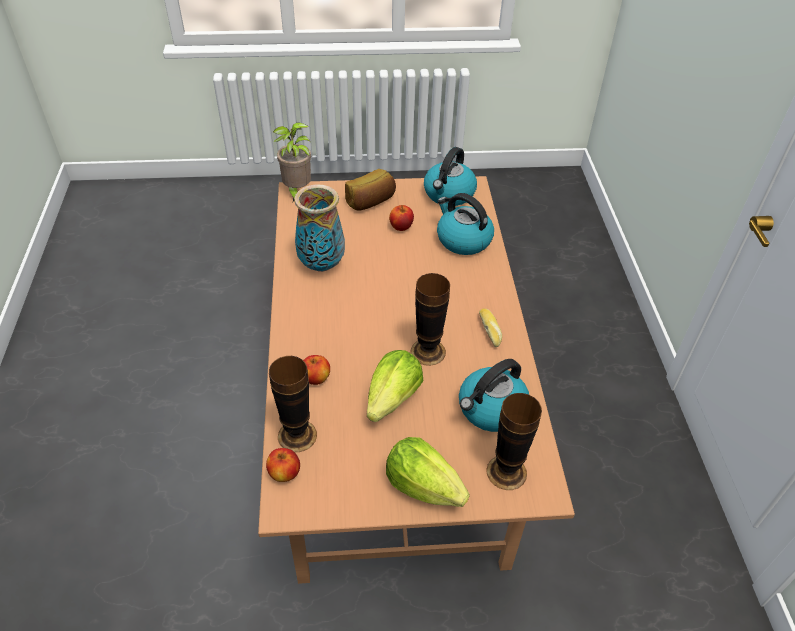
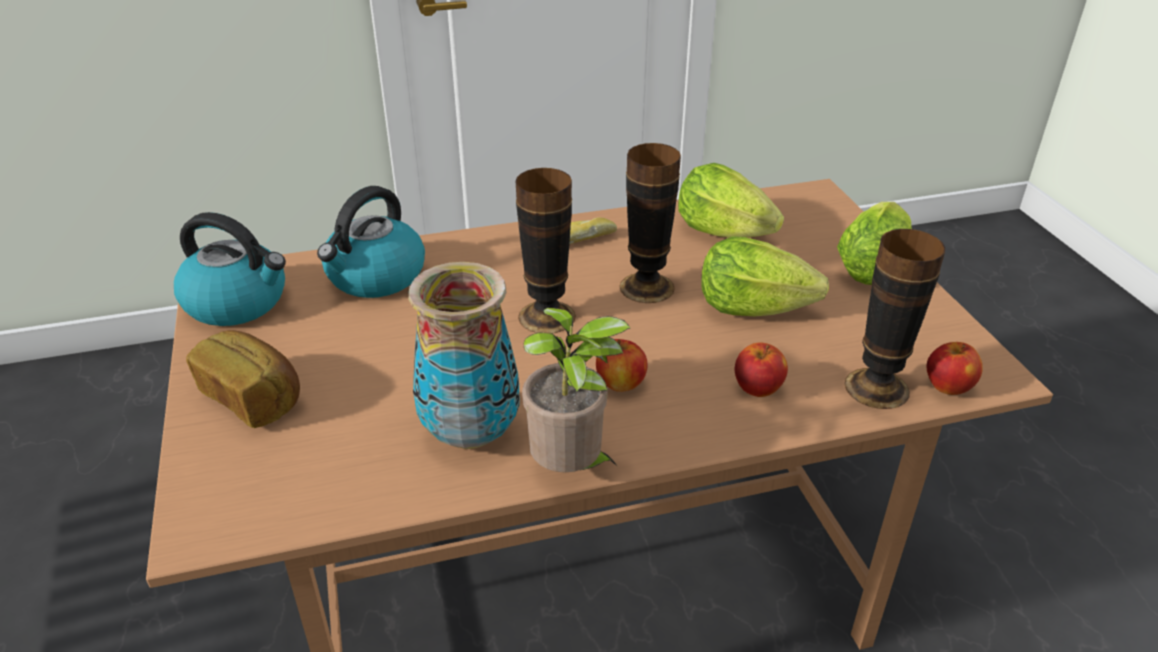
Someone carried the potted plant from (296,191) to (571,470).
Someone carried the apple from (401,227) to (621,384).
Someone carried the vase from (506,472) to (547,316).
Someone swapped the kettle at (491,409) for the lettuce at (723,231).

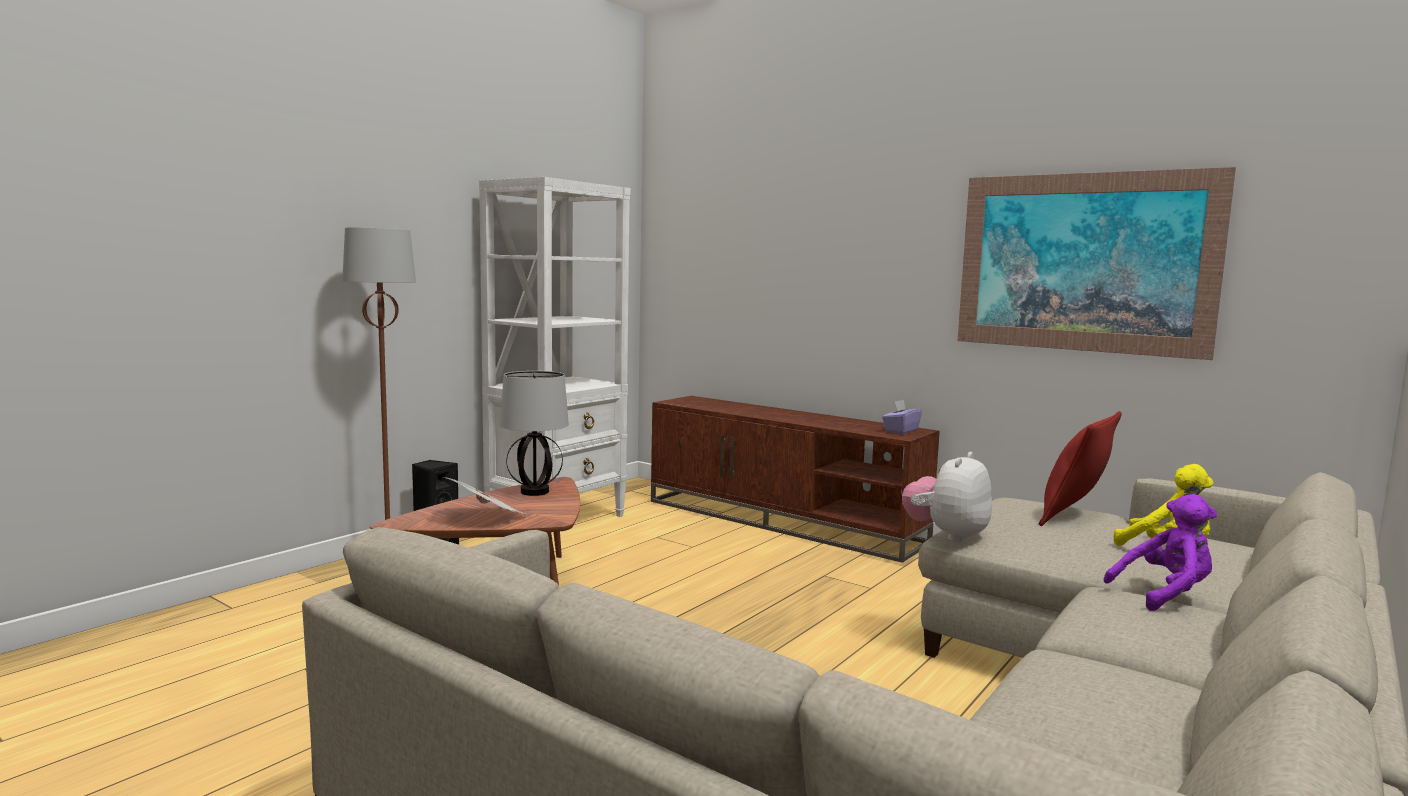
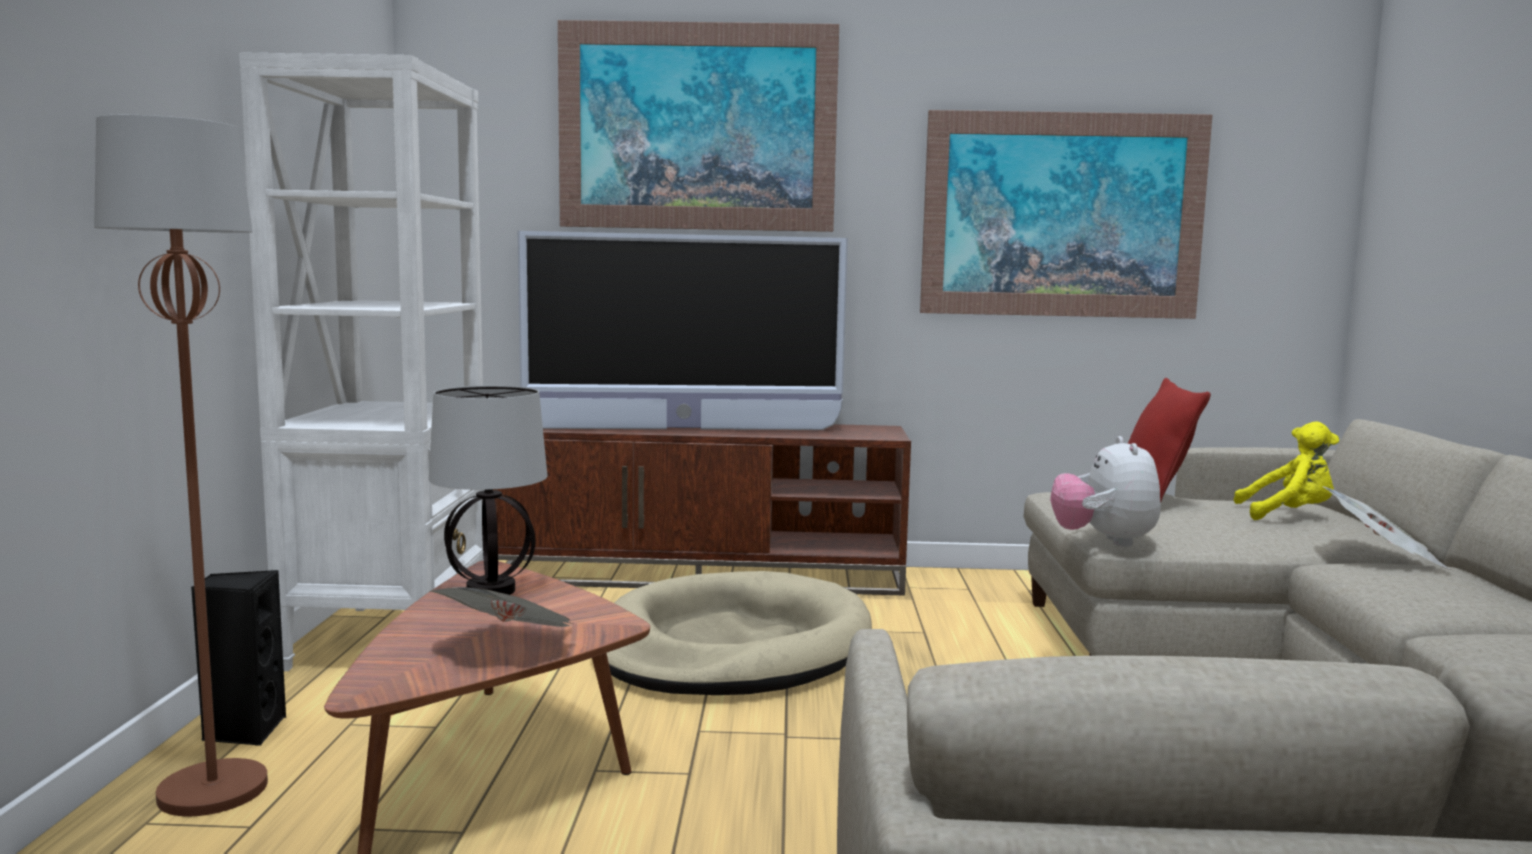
Someone took away the tissue box (purple) at (900,431).
Someone put down the television at (683,429).
Someone put up the picture at (697,127).
Someone put down the dog bed (beige) at (732,647).
Someone swapped the plush toy (purple) at (1165,595) for the newspaper at (1383,558).

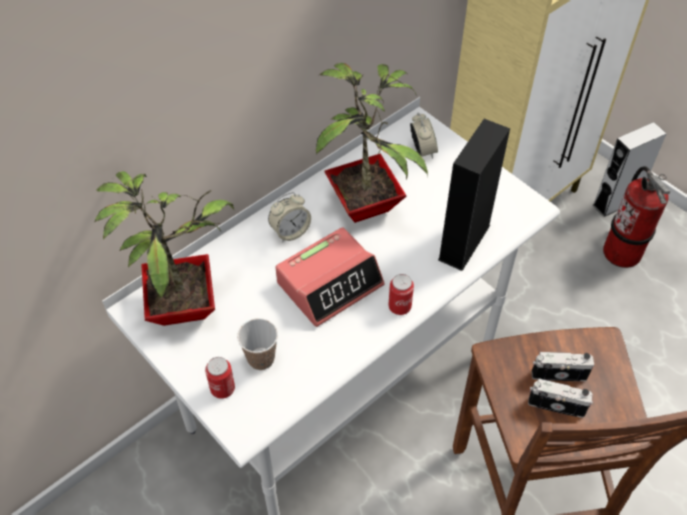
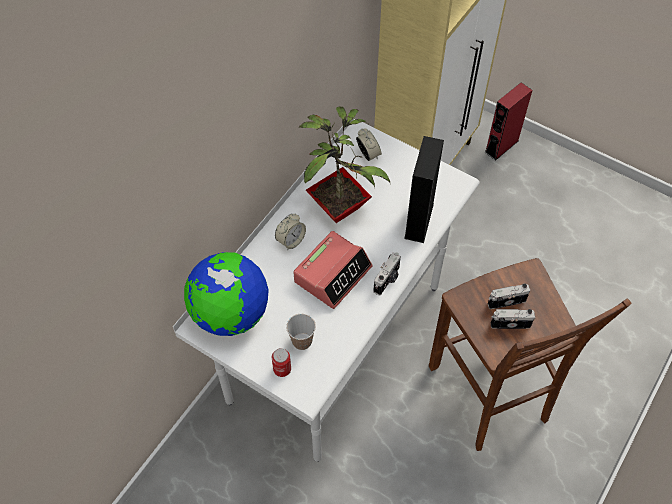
Someone took away the fire extinguisher at (622,252).
Someone swapped the potted plant at (182,303) for the globe at (230,314).
Someone swapped the can at (399,306) for the photo camera at (387,280).
Someone repainted the speaker (grey) at (615,202), which became the speaker (red) at (501,146).

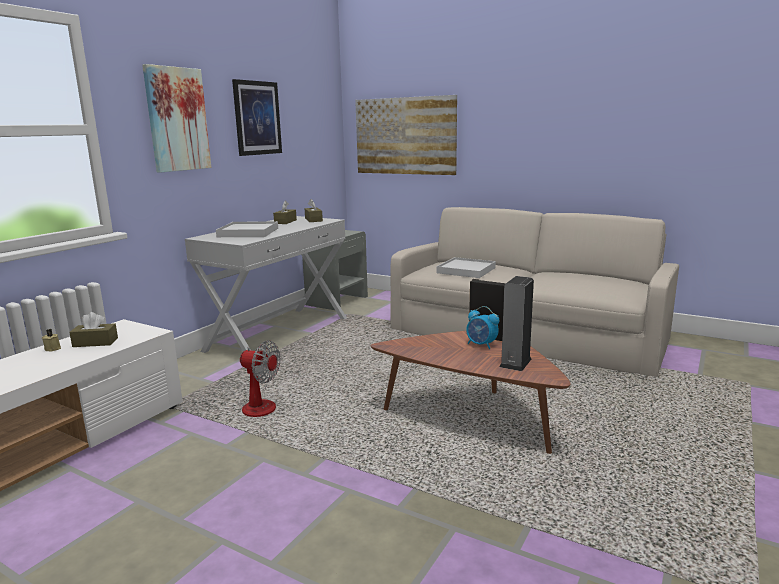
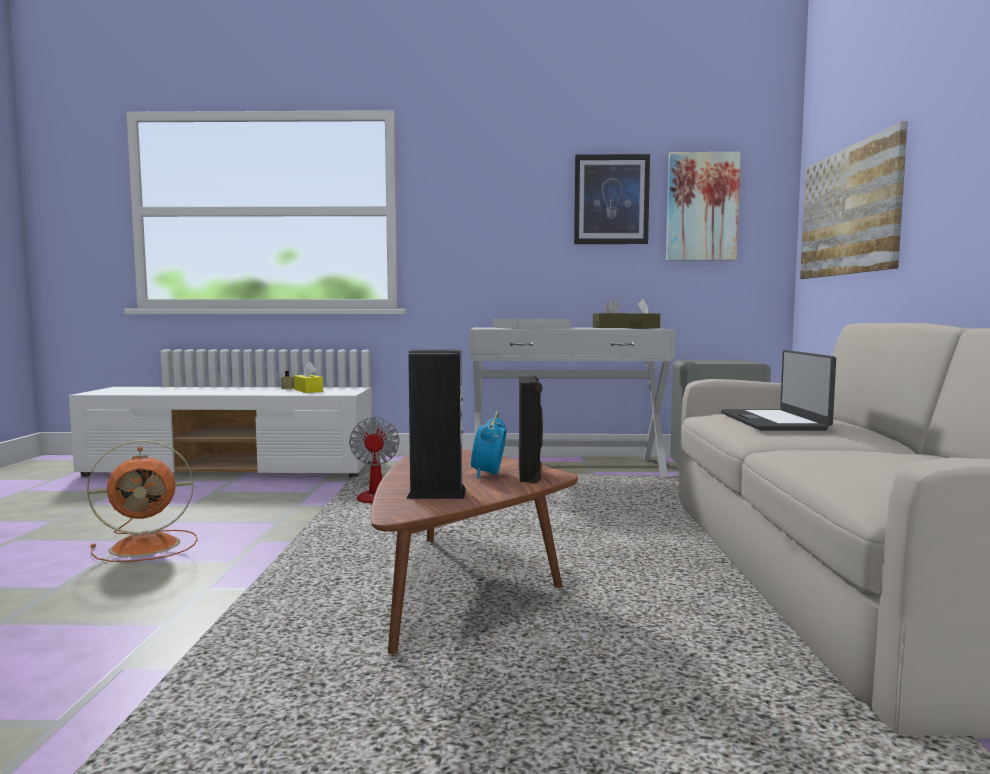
Someone put down the fan (orange) at (148,546).
Someone carried the picture from (177,119) to (701,207).
Someone swapped the tray (white) at (466,270) for the laptop at (774,421).
Someone repainted the tissue box (brown) at (95,342), which became the tissue box (yellow) at (308,390).

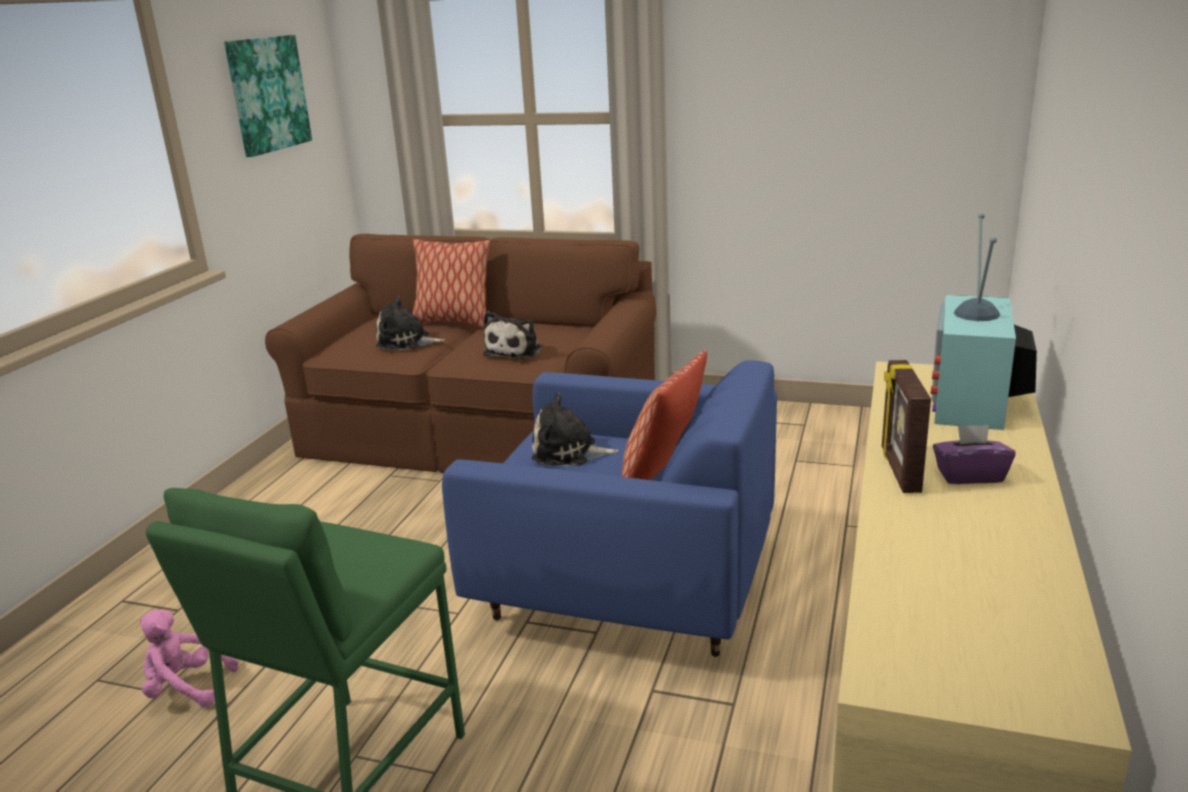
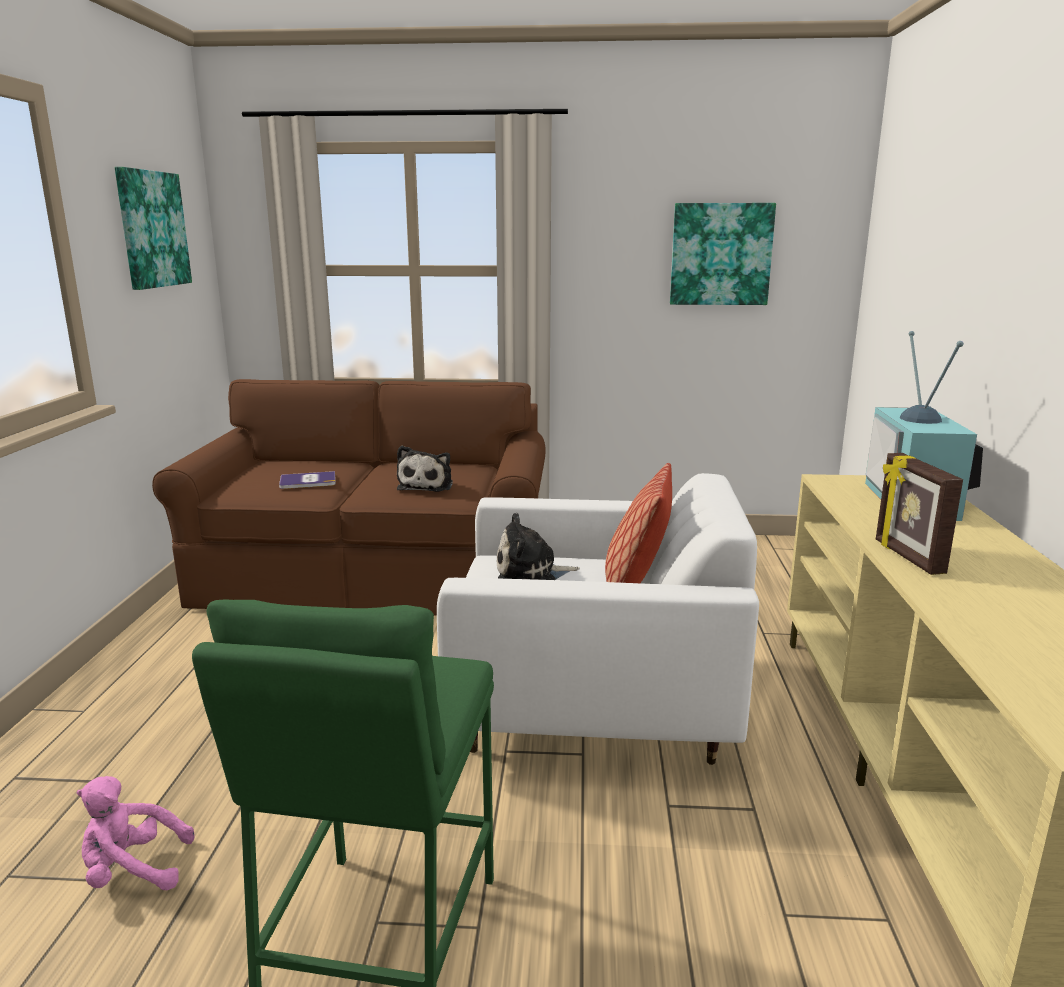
Someone took away the pillow at (453,322).
Someone took away the tissue box (purple) at (969,476).
Someone put up the picture at (720,254).
Someone swapped the plush toy at (406,342) for the book at (308,481).
Someone repainted the armchair (blue) at (627,587), which became the armchair (white) at (592,706).

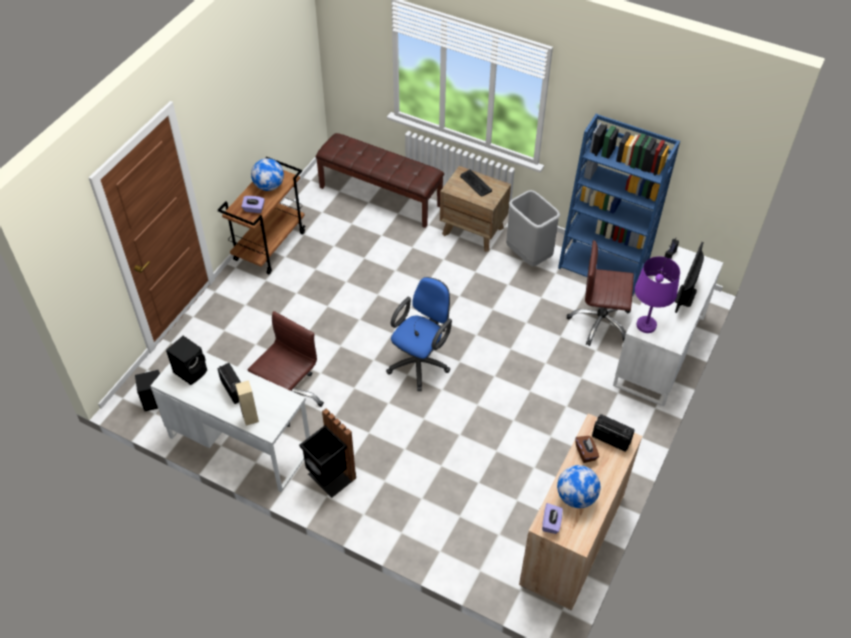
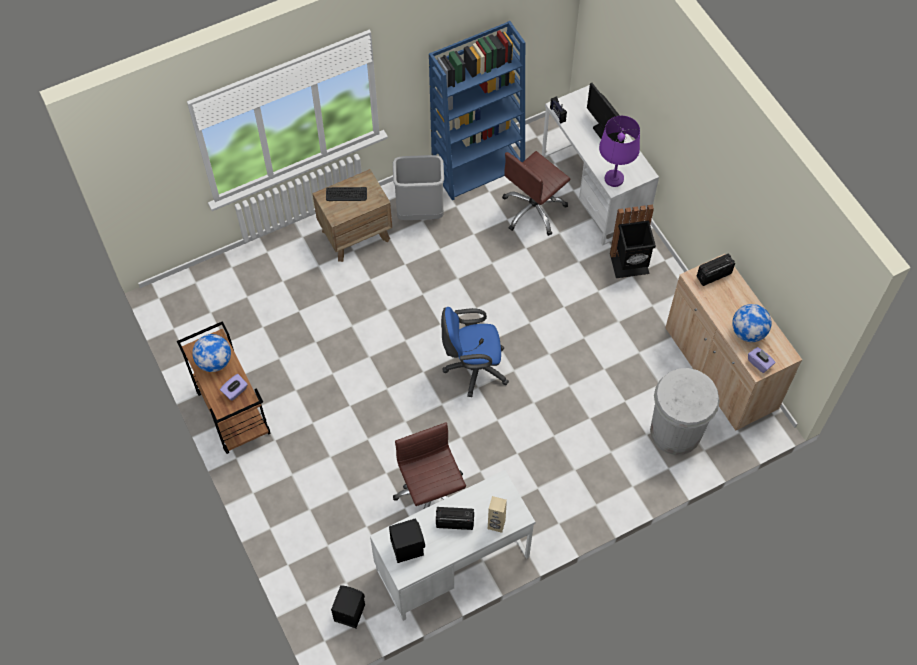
Someone took away the bench (brown) at (381,196).
Someone took away the tissue box (brown) at (586,453).
Someone put down the trash can (white) at (675,431).
Someone carried the trash can (black) from (330,477) to (630,265).
Someone rotated the office chair (blue) at (421,362) by 75 degrees counterclockwise.

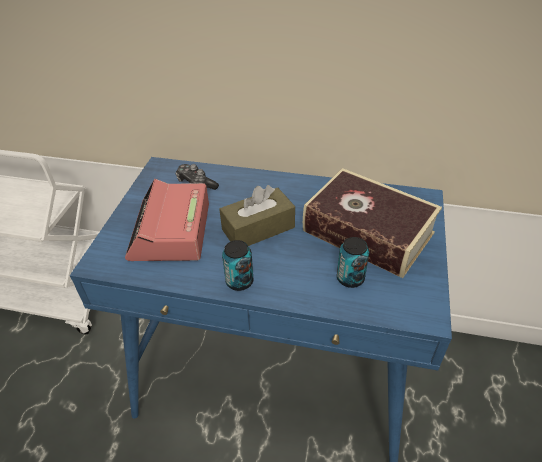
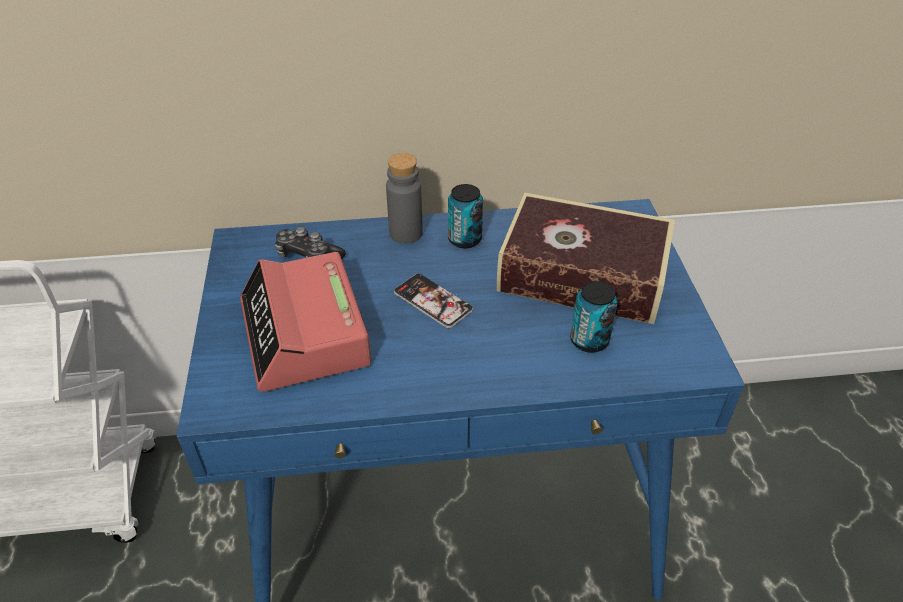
Someone put down the bottle (grey) at (406,233).
Someone carried the can from (239,281) to (464,239).
Someone swapped the tissue box (brown) at (258,228) for the phone at (433,301).

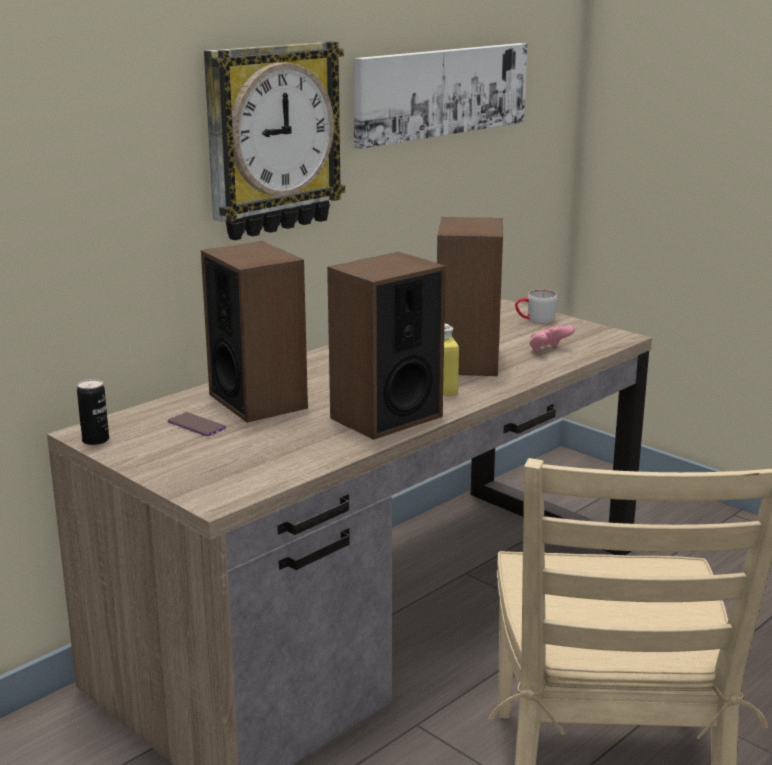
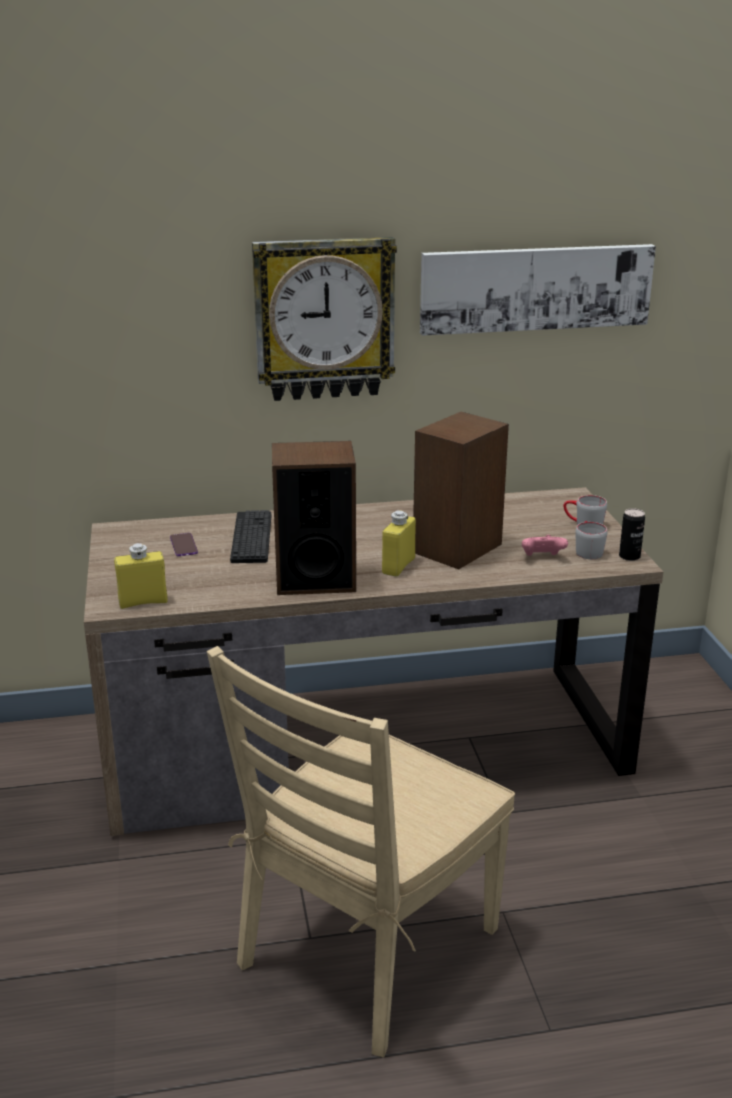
Someone put down the bottle (yellow) at (143,602).
Someone put down the mug (grey) at (587,550).
Someone carried the can from (95,440) to (629,556).
Someone swapped the speaker at (258,401) for the keyboard at (251,538).

